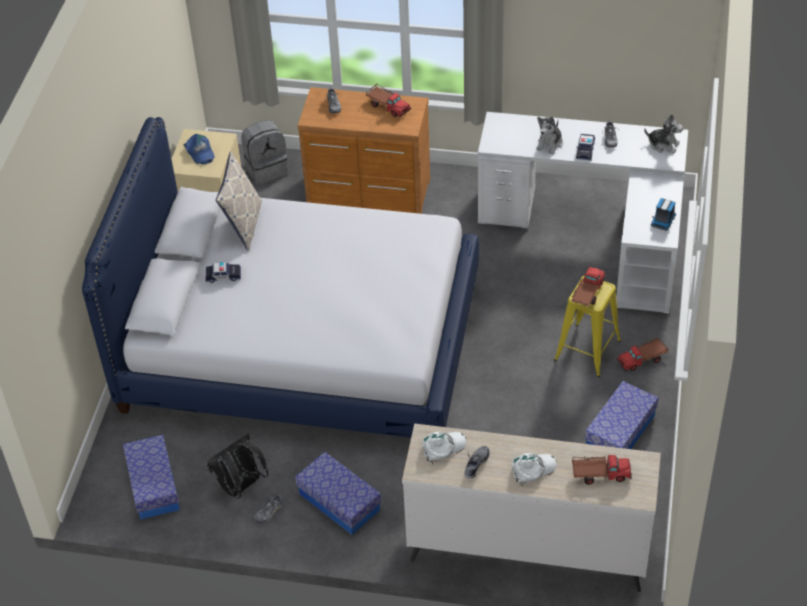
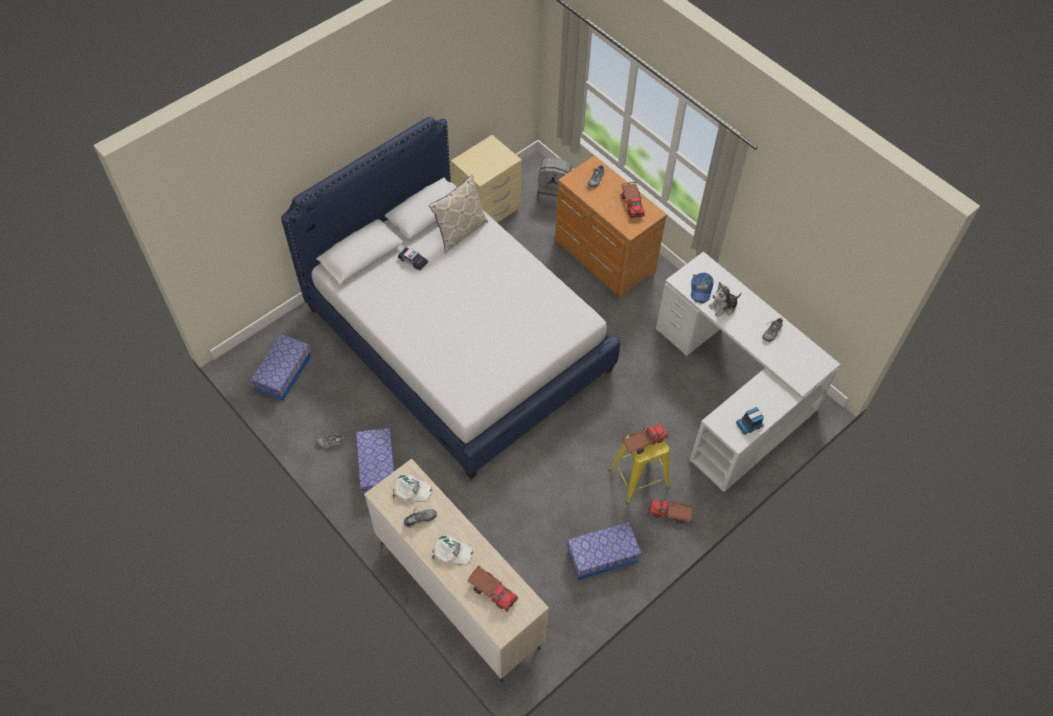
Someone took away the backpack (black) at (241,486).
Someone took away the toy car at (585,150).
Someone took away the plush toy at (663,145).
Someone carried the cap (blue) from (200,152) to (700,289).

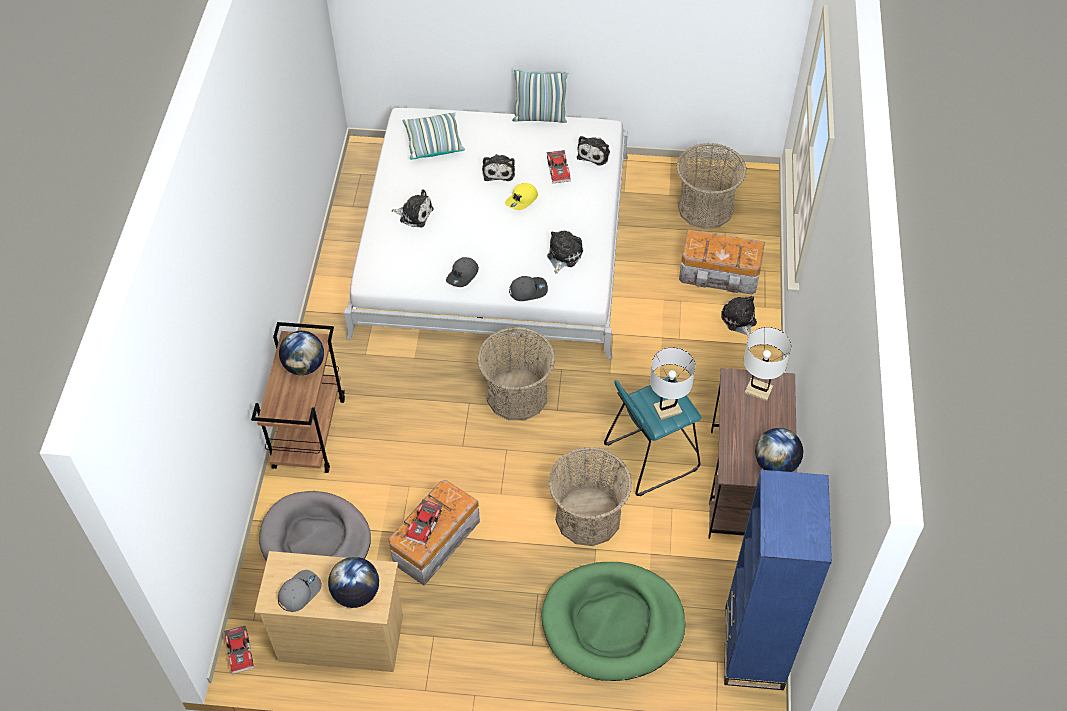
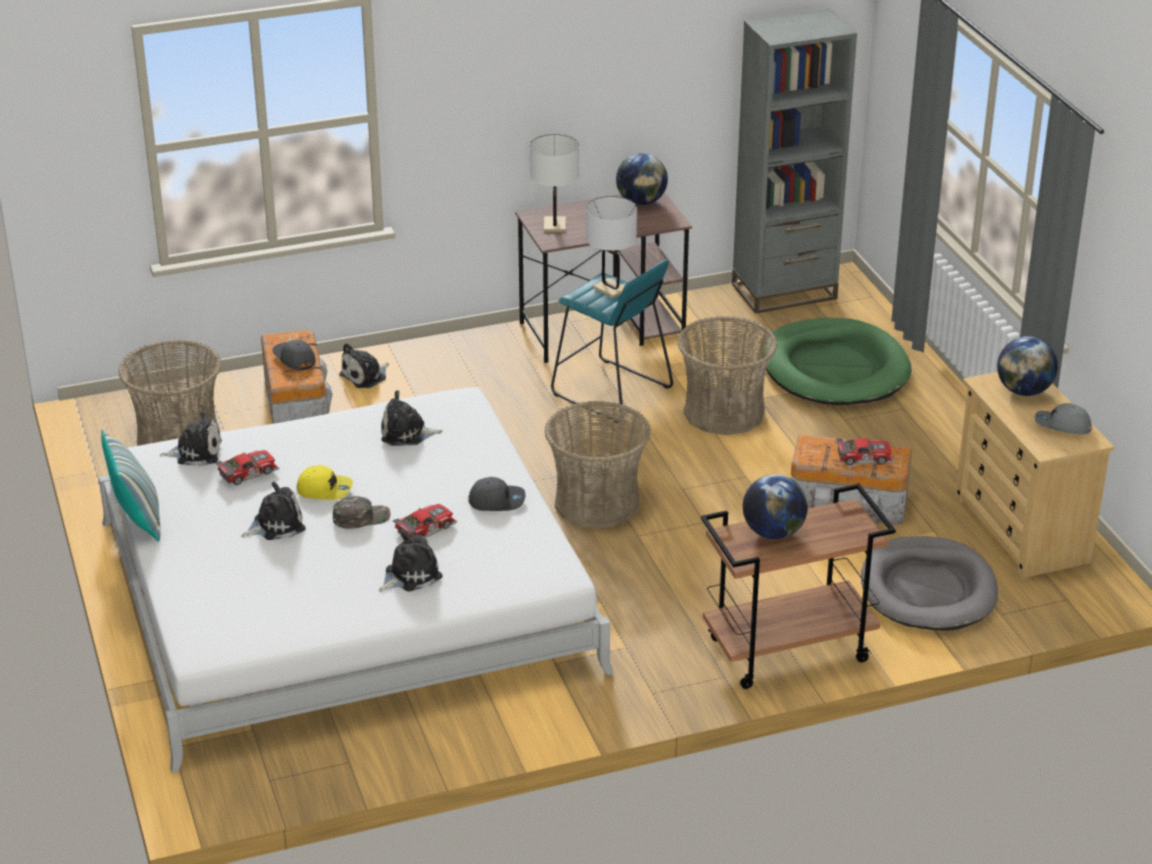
Someone took away the pillow at (433,143).
Someone put down the cap (green) at (361,517).
Someone carried the toy car from (241,651) to (424,527).
Someone carried the cap (grey) from (528,290) to (294,358).
Someone repainted the bookcase (blue) at (753,648), which became the bookcase (grey) at (784,291).
Someone rotated the plush toy at (414,214) by 60 degrees clockwise.

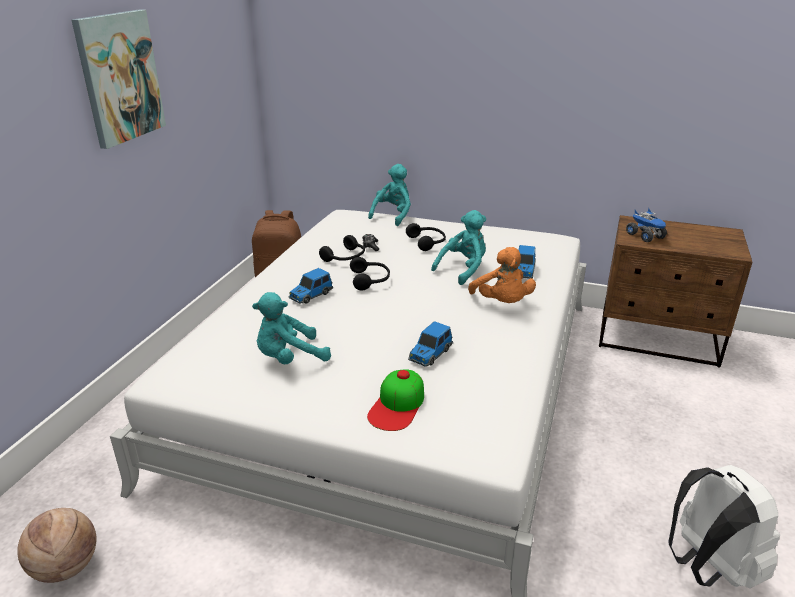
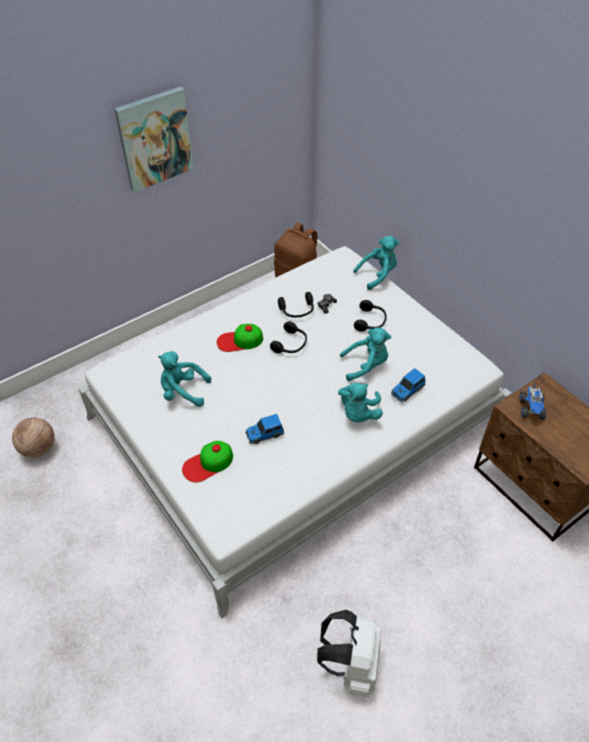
Someone swapped the toy car at (310,295) for the cap at (239,341).
Someone repainted the plush toy (orange) at (502,303), which became the plush toy (turquoise) at (358,413).

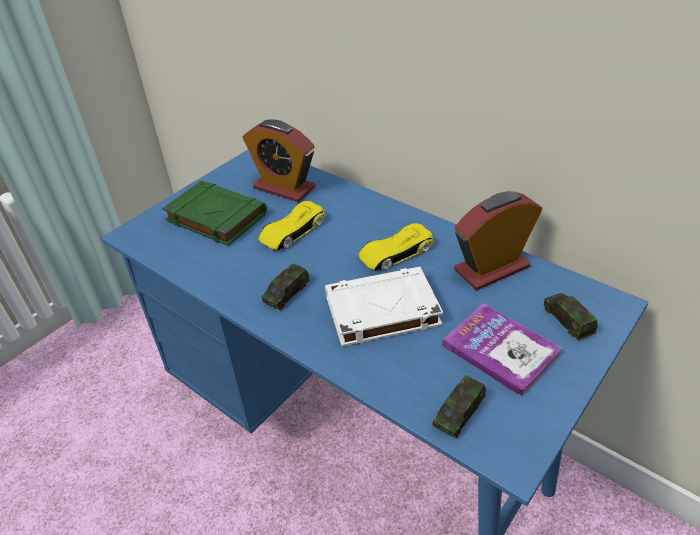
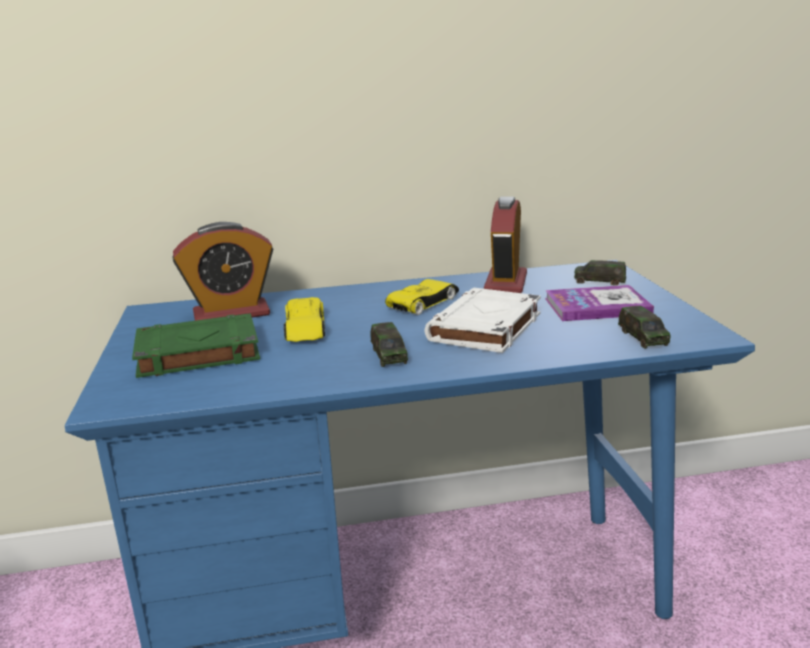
Someone rotated the toy car (yellow) at (395,252) by 150 degrees counterclockwise.

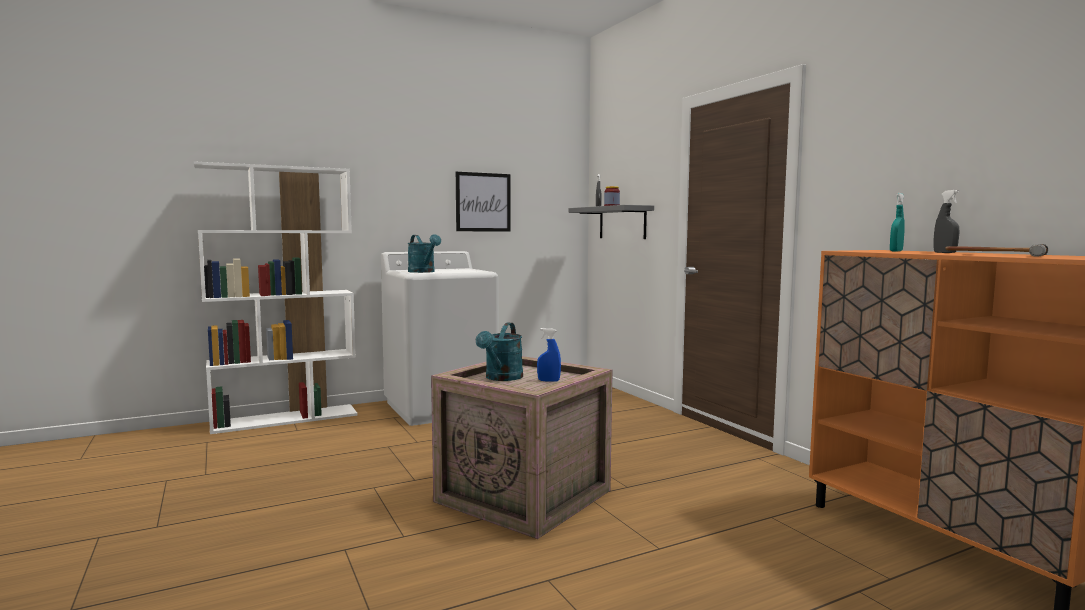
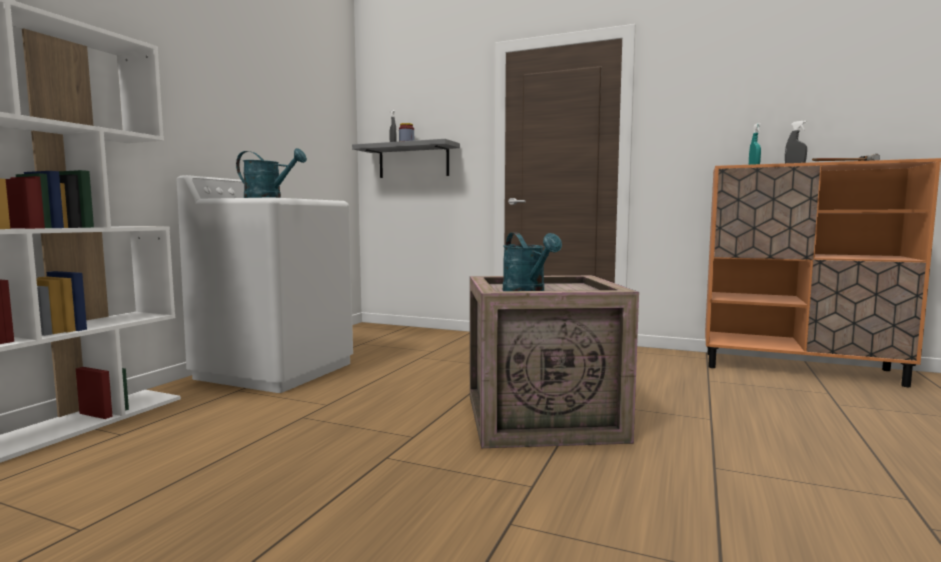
Someone took away the picture at (483,202).
Someone took away the spray bottle (blue) at (548,381).

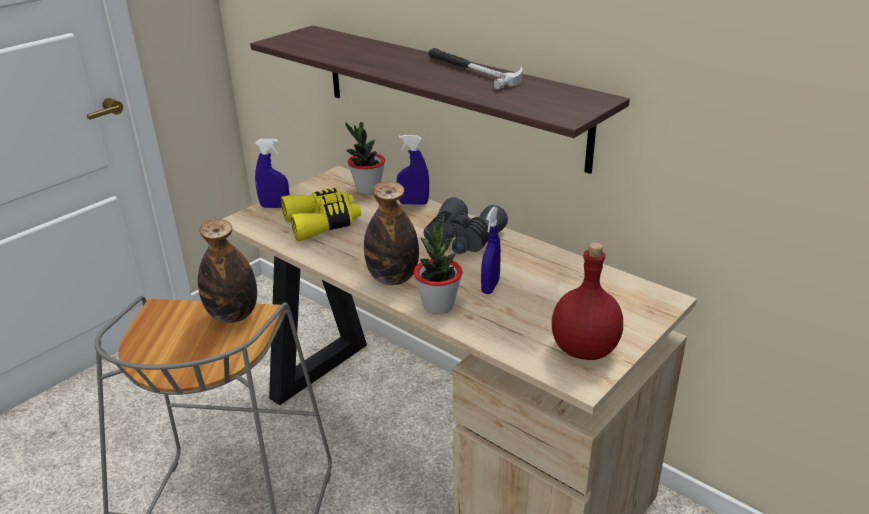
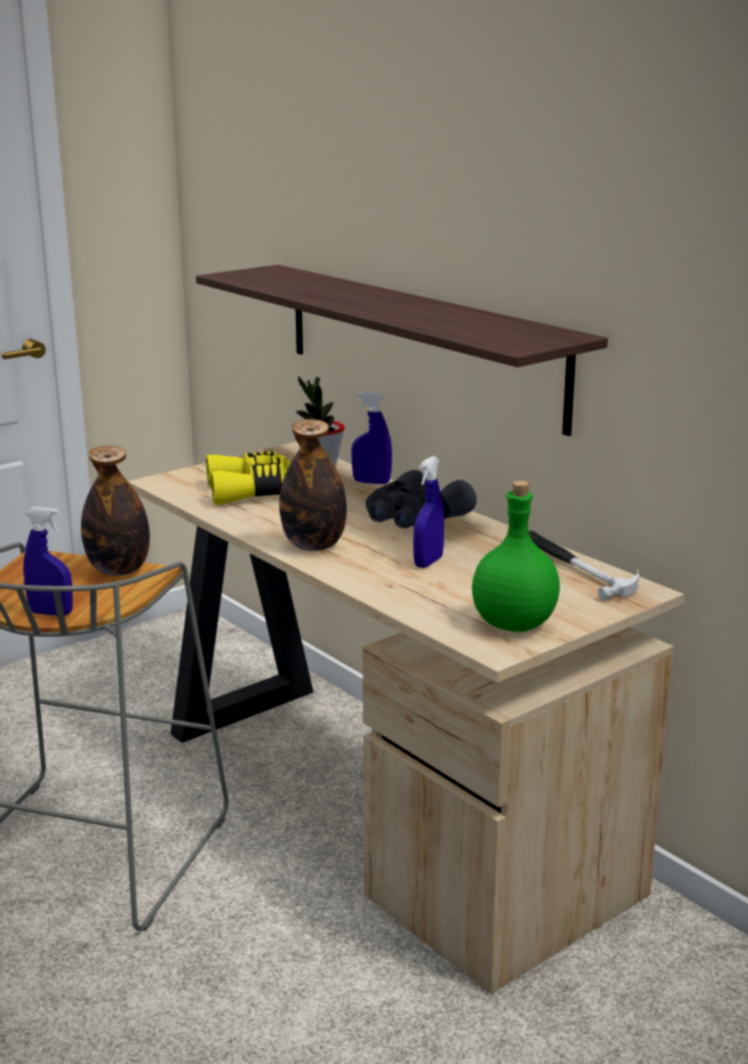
Someone took away the potted plant at (438,305).
Someone carried the spray bottle (blue) from (275,206) to (51,613).
Someone carried the hammer from (472,71) to (576,567).
Someone repainted the bottle (red) at (585,350), which became the bottle (green) at (515,625).

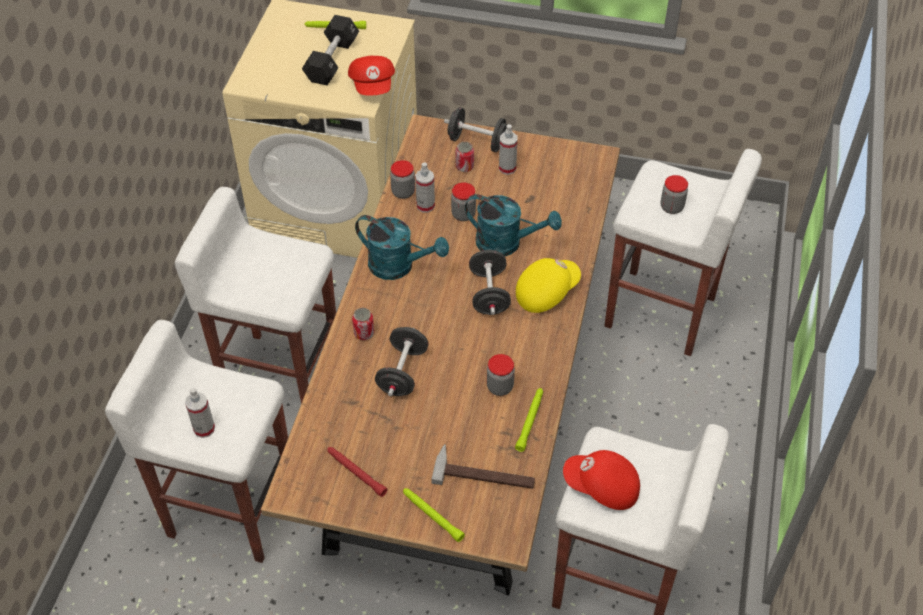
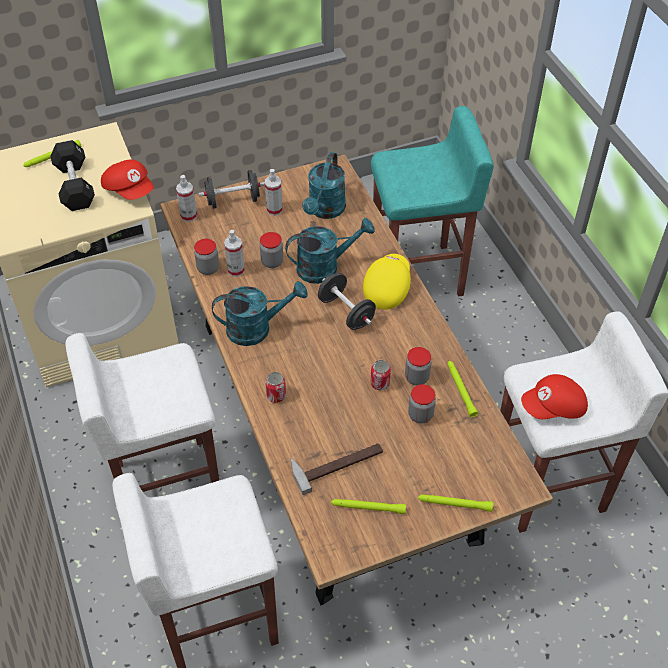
Someone took away the dumbbell (black) at (402,372).
Someone put down the watering can (turquoise) at (325,211).
Someone carried the spray bottle from (204,428) to (188,216).
Someone carried the hammer from (484,473) to (337,462).
Someone carried the can from (464,166) to (380,383).
Someone carried the jar from (671,207) to (420,415).
Someone repainted the flashlight (red) at (356,472), which became the flashlight (green) at (368,508).
Someone repainted the stool (white) at (661,314), which became the stool (turquoise) at (419,276).

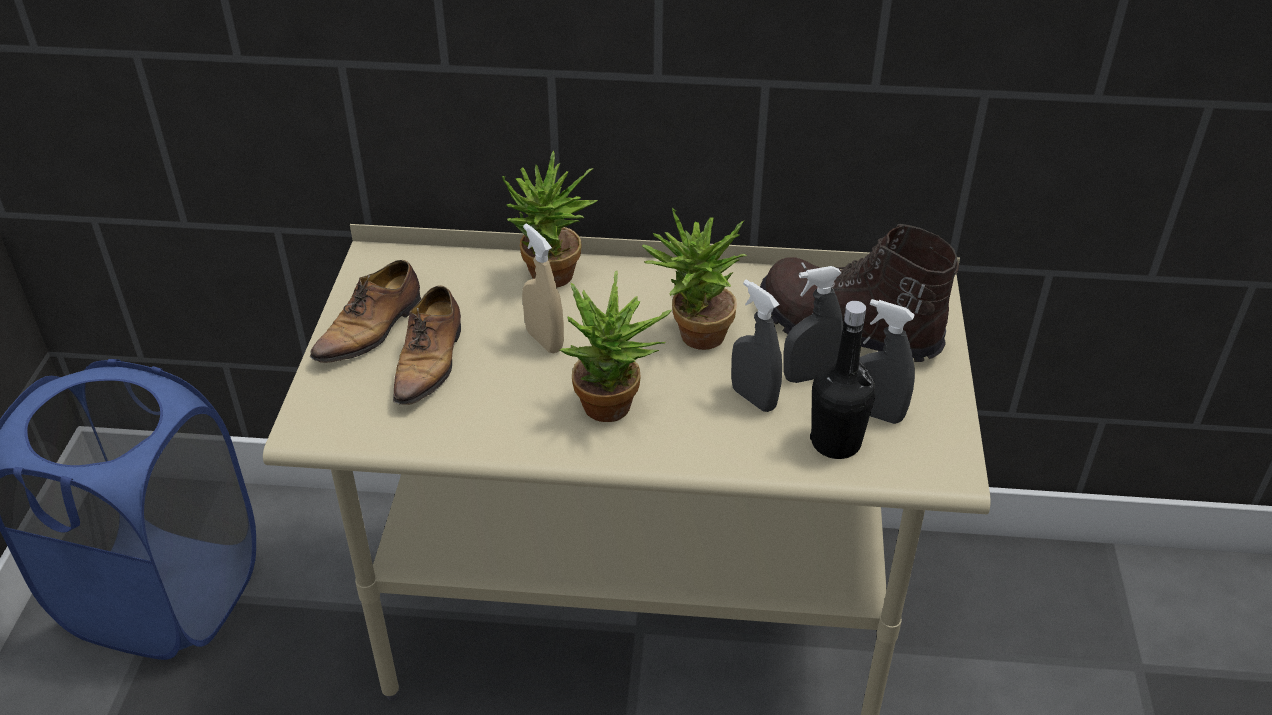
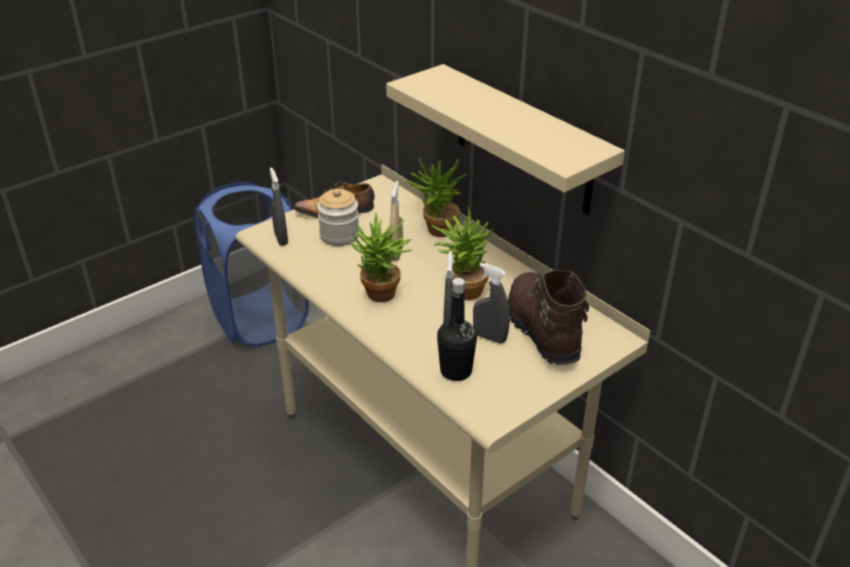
Someone put up the shelf (beige) at (523,140).
Someone carried the spray bottle (grey) from (876,414) to (281,239).
Someone swapped the shoe at (430,362) for the jar at (339,236).

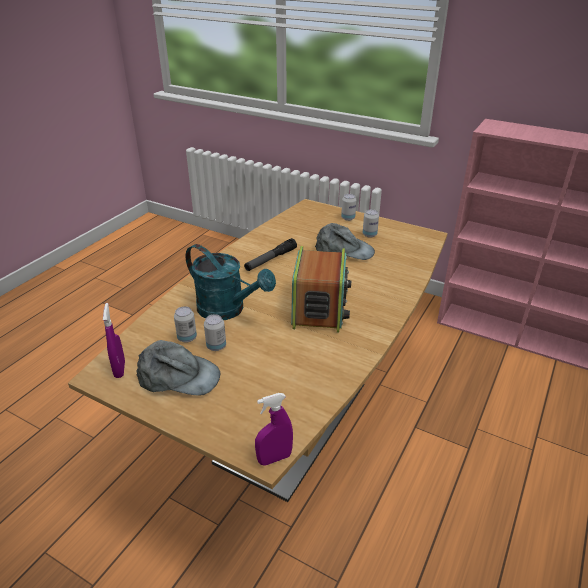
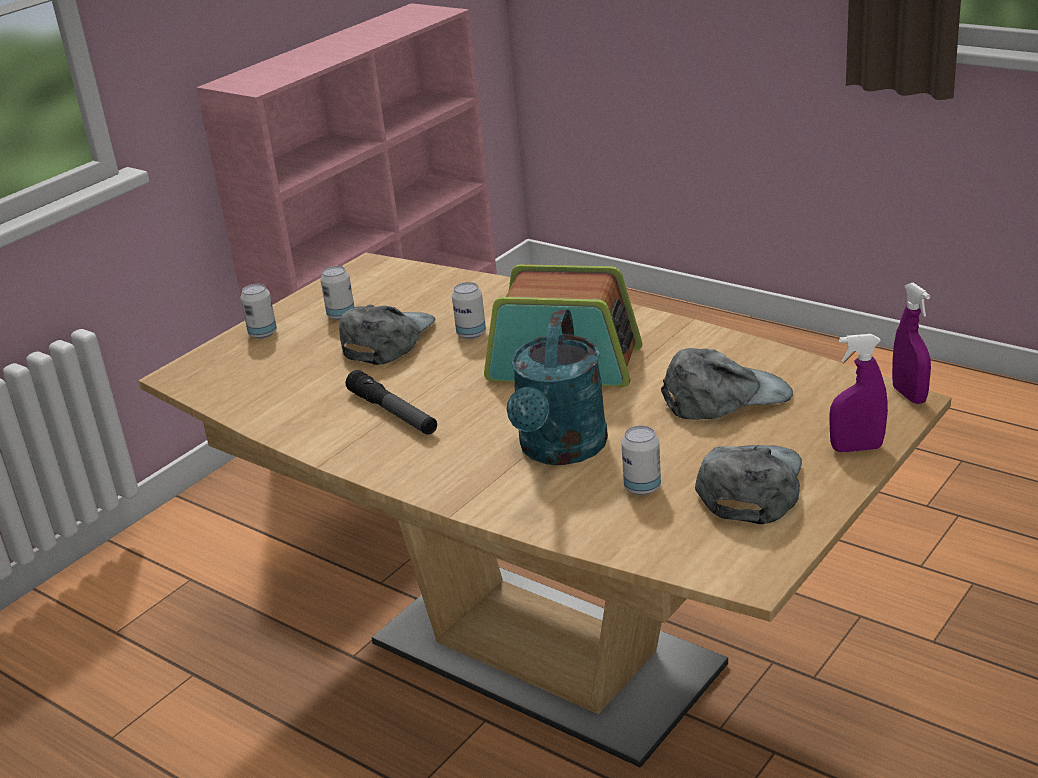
Someone put down the cap (grey) at (725,397).
Someone carried the spray bottle (purple) from (119,369) to (856,448).
Someone carried the can from (216,346) to (471,334).
Someone rotated the watering can (turquoise) at (228,310) by 150 degrees clockwise.

